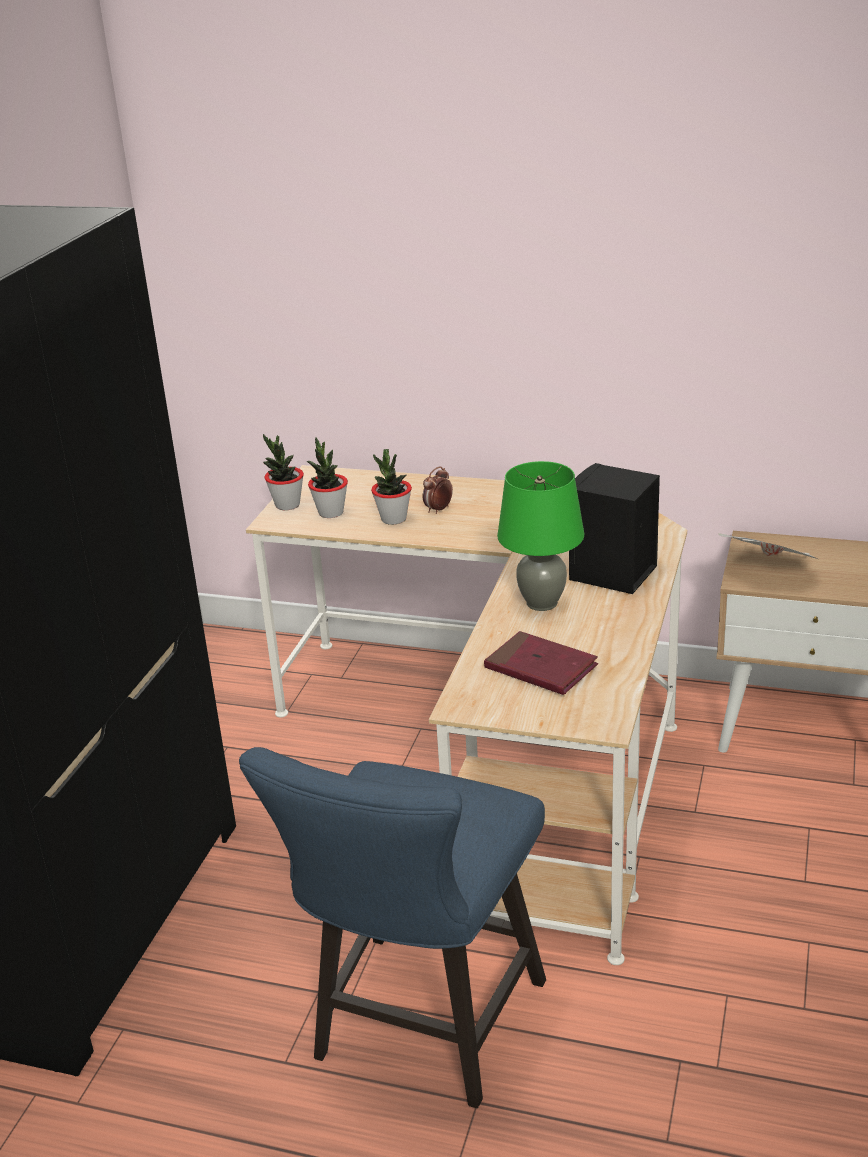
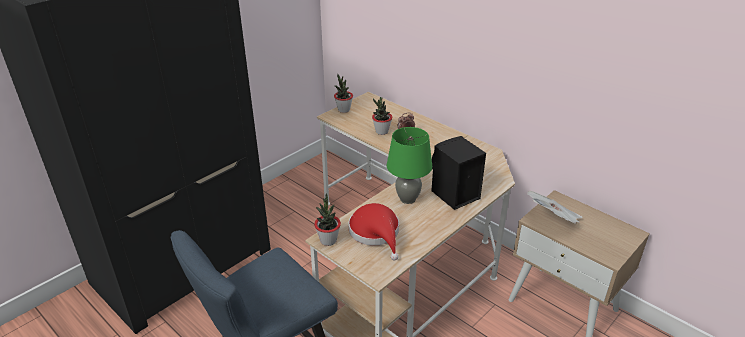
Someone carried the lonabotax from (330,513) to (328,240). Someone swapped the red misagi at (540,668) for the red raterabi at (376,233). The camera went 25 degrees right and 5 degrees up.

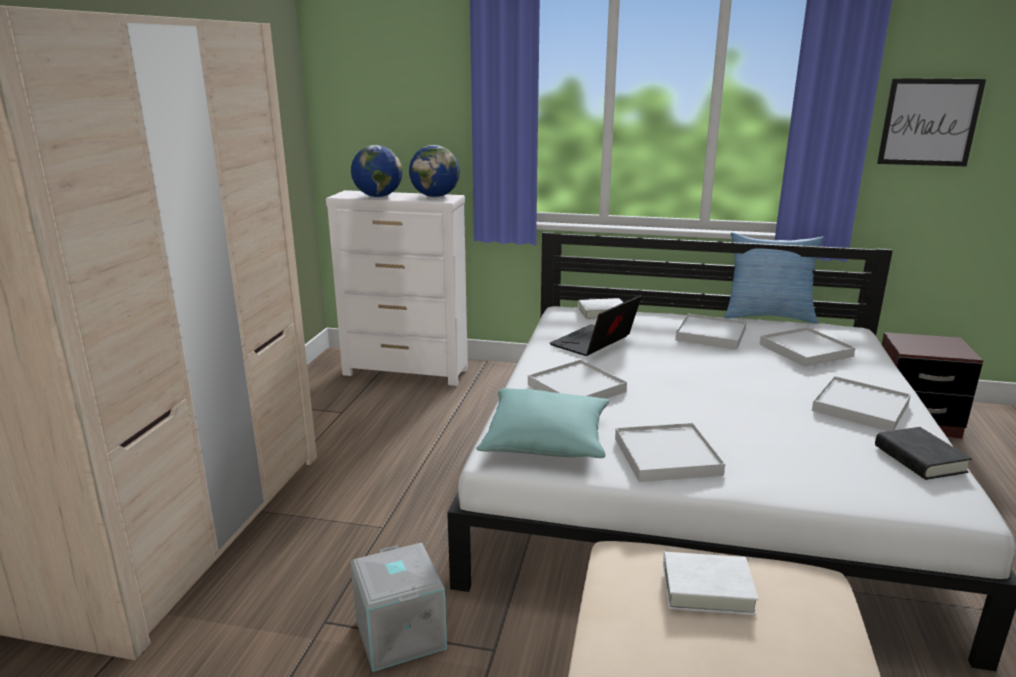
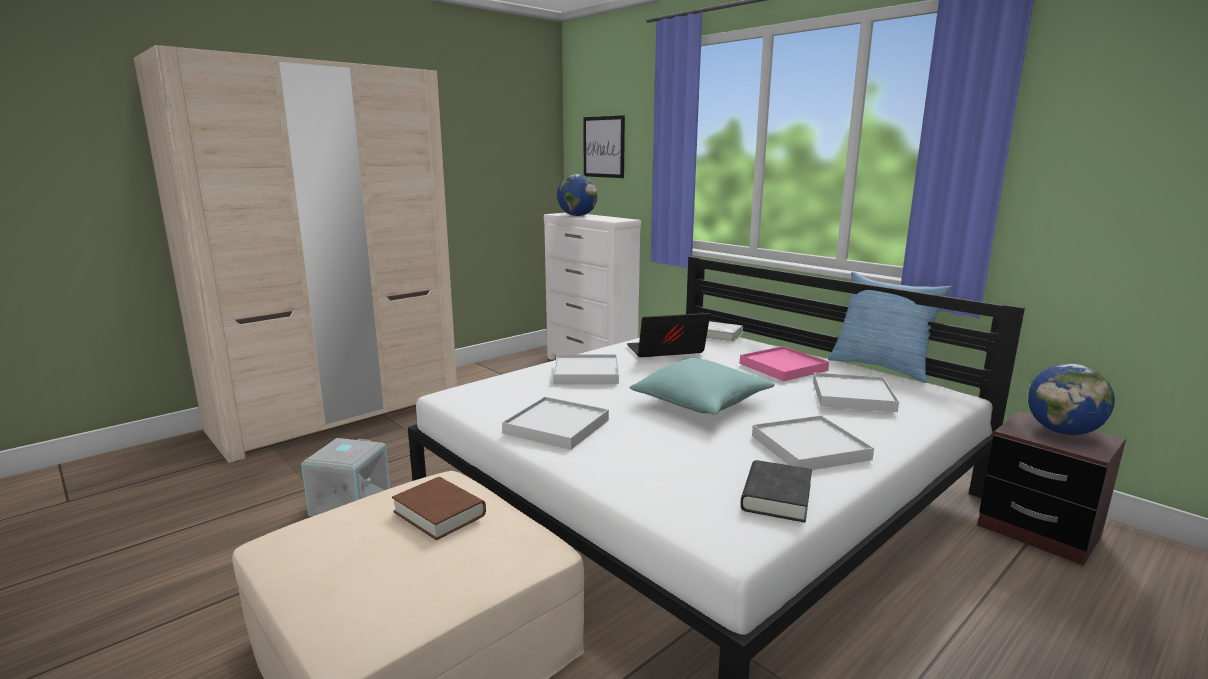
Someone carried the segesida from (929,122) to (604,147). Someone carried the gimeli from (435,196) to (1062,431). Someone repainted the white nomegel at (710,335), which became the pink nomegel at (782,367). Someone carried the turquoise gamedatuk from (546,441) to (701,403). Someone repainted the white misagi at (707,589), which became the brown misagi at (439,513). The camera went 35 degrees right and 5 degrees down.

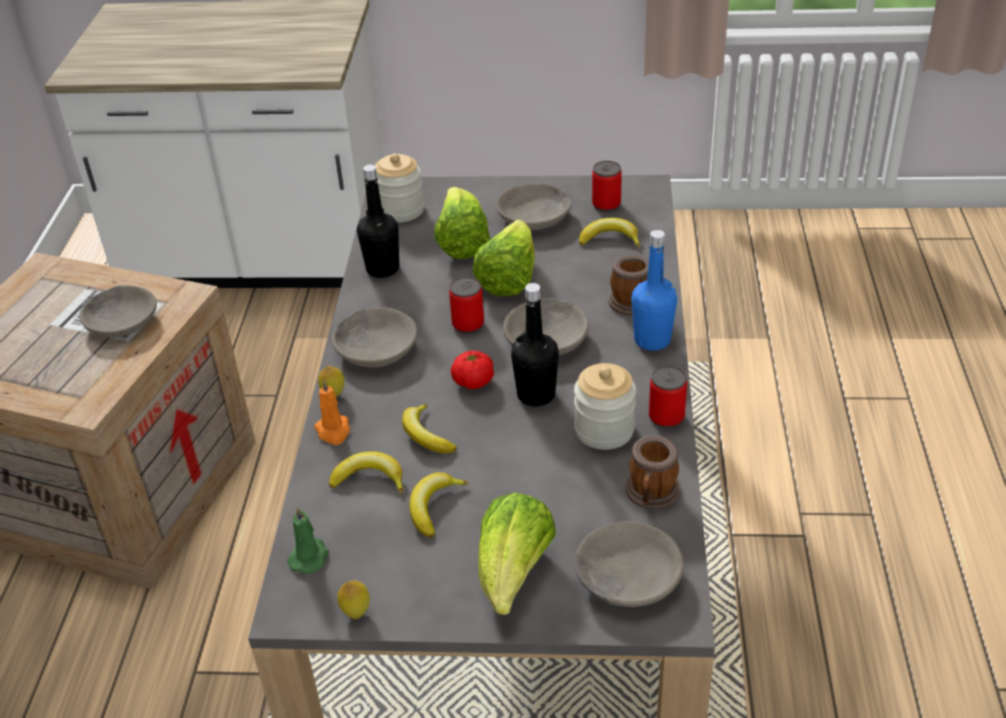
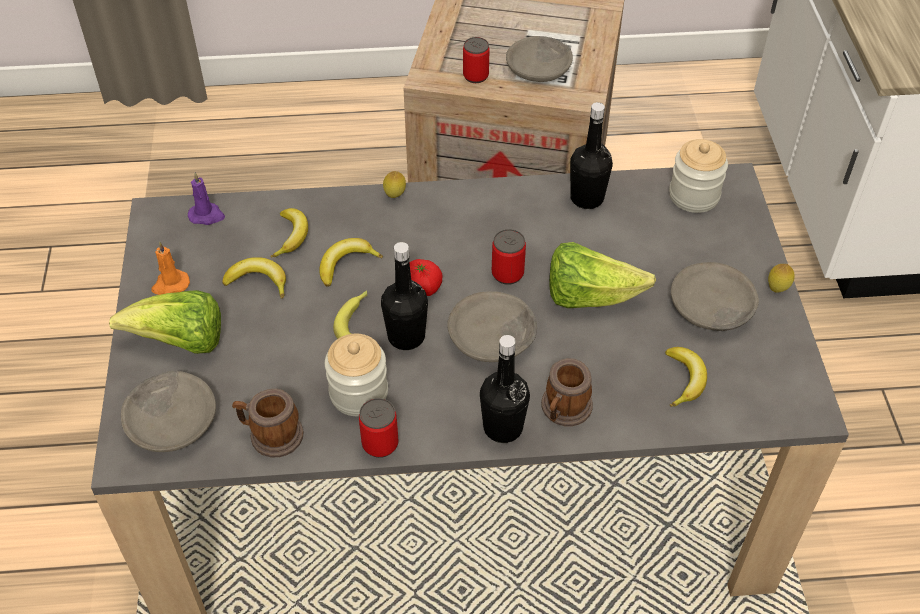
Someone carried the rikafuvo from (606,204) to (475,76). Someone took away the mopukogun at (461,243). Someone repainted the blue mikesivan at (652,340), which became the black mikesivan at (503,427). Someone took away the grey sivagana at (376,348). Someone carried the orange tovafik from (333,431) to (170,285). Someone repainted the green tovafik at (310,557), which became the purple tovafik at (207,215). Someone carried the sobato from (356,613) to (777,289). Someone put down the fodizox at (356,321). The camera went 80 degrees right and 10 degrees up.

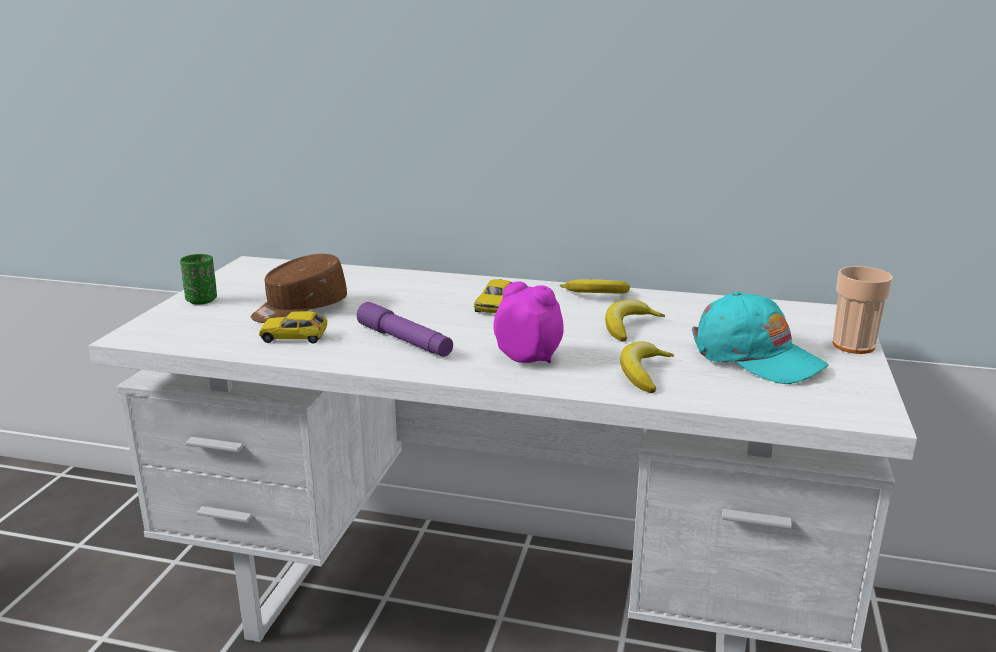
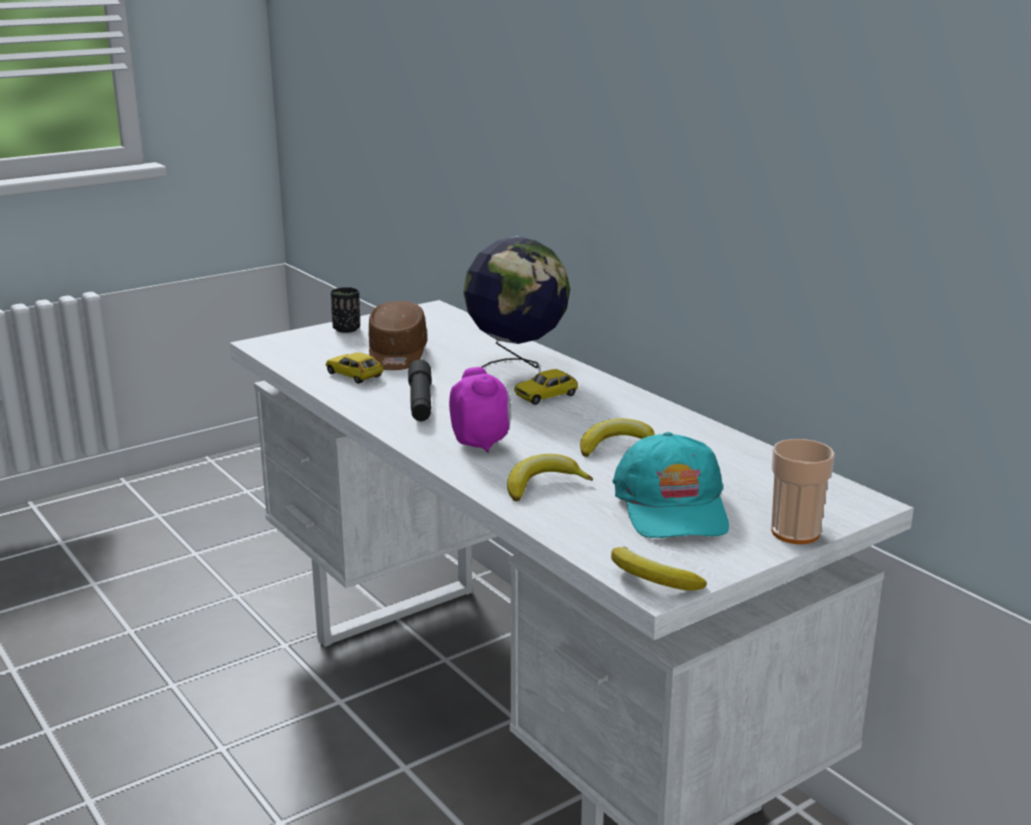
Someone repainted the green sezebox at (201,300), which became the black sezebox at (346,329). Someone rotated the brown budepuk at (299,309) by 90 degrees counterclockwise. Someone carried the fodizox from (595,295) to (651,579). Someone repainted the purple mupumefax at (404,341), which became the black mupumefax at (420,401). Someone put down the gimeli at (516,367). The camera went 40 degrees right and 0 degrees up.

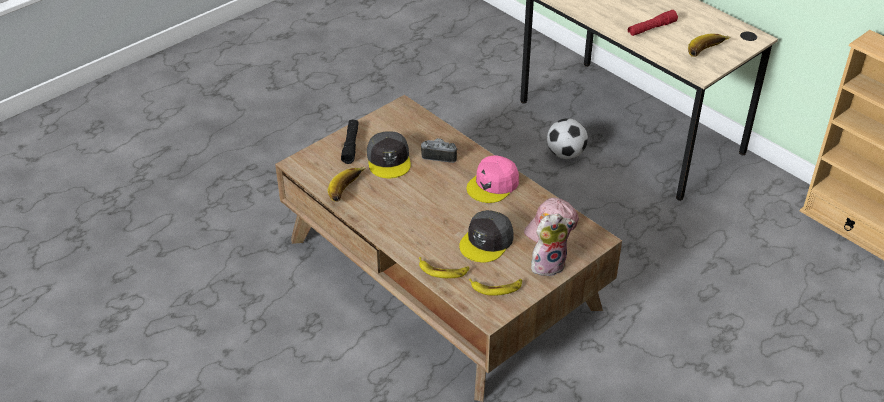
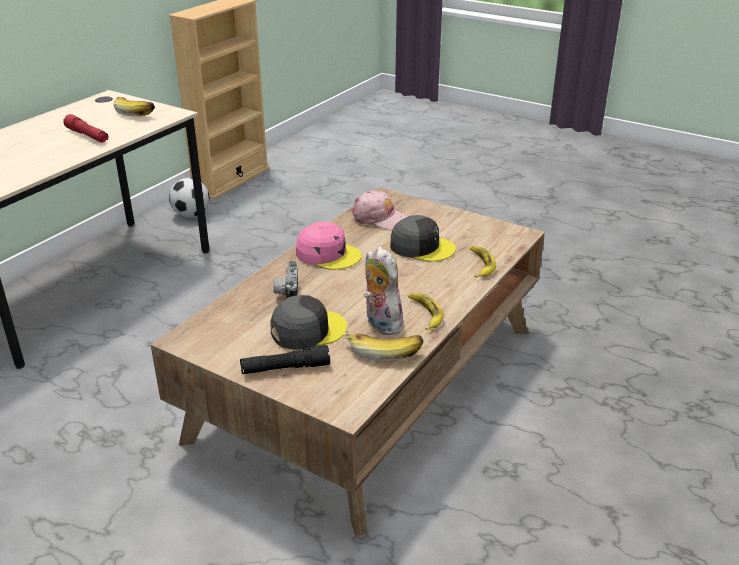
Someone carried the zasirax from (565,154) to (191,215). Someone carried the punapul from (548,264) to (380,324). Someone carried the fodizox from (496,287) to (425,313). The camera went 105 degrees left and 10 degrees down.

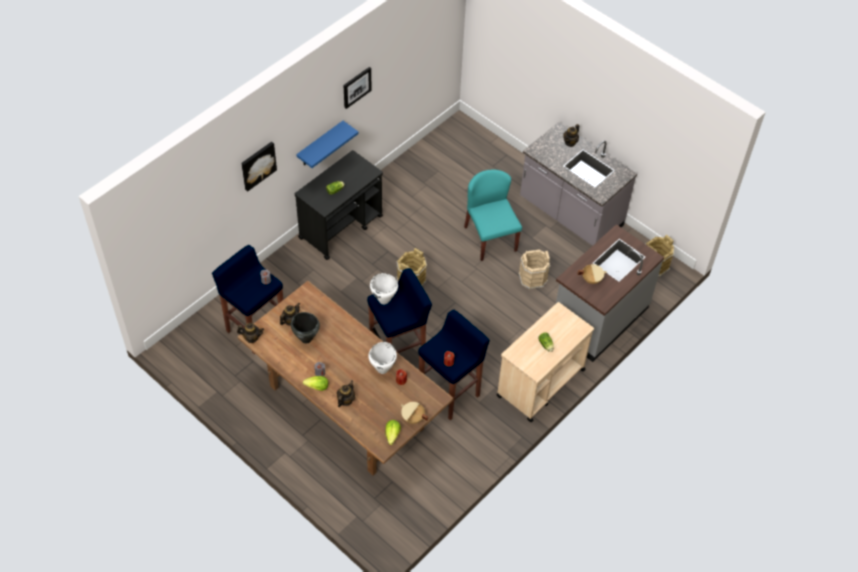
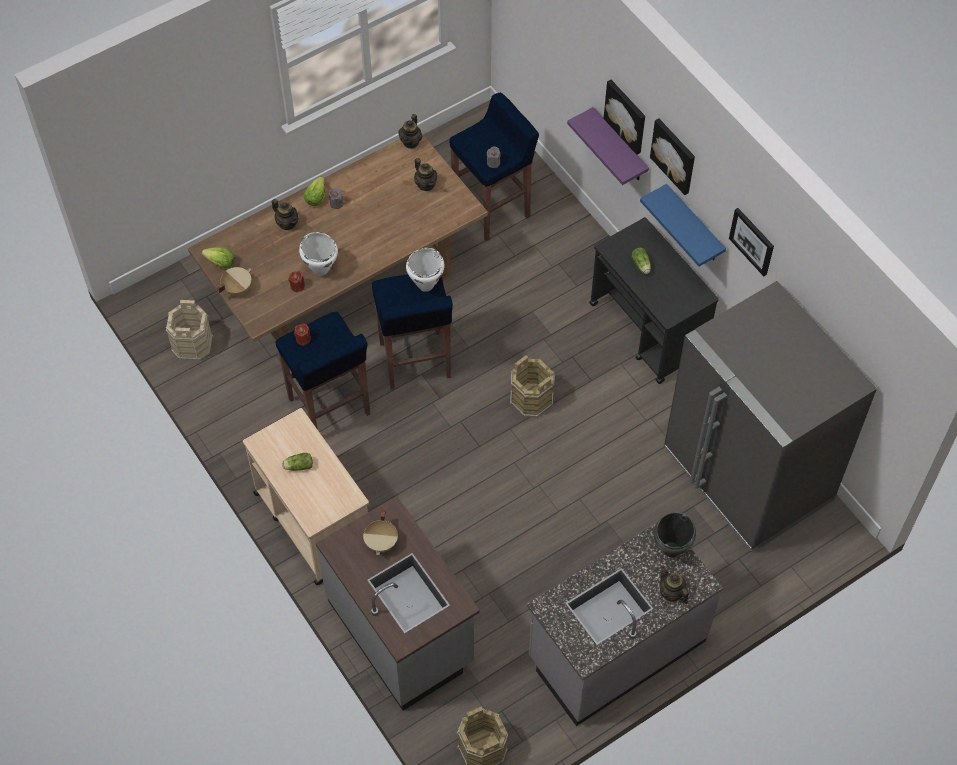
Someone took away the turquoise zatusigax at (490,238). Someone carried the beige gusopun from (533,278) to (192,344). Someone carried the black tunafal from (306,338) to (671,549). Someone put up the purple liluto at (619,147). Someone put up the segesida at (674,155). Someone put down the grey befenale at (747,476). The camera went 105 degrees right and 5 degrees up.

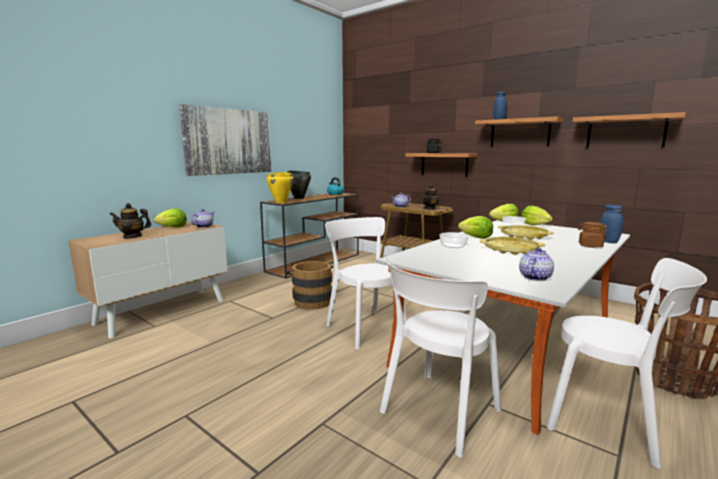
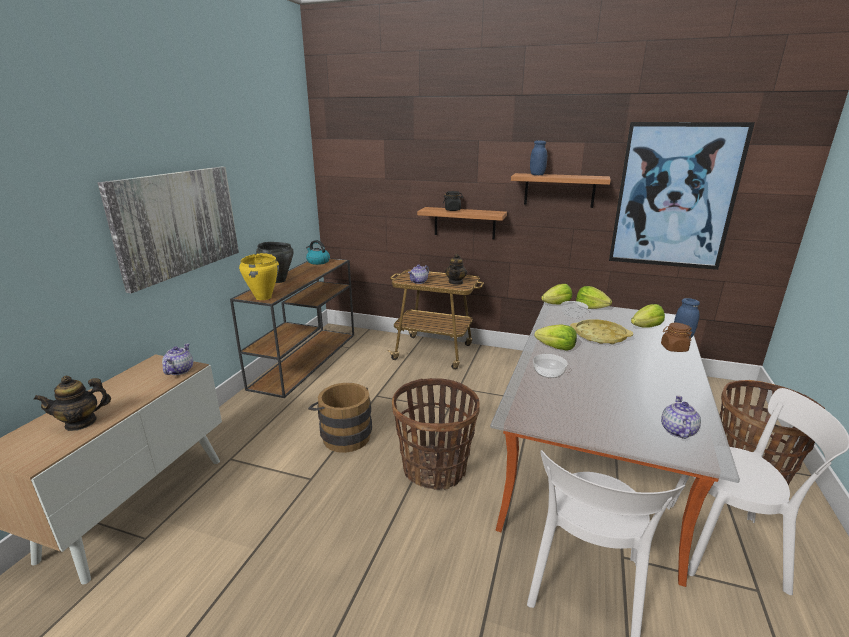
Someone swapped the liluto at (625,132) for the segesida at (674,197). Someone carried the mopukogun from (172,227) to (646,327). Someone swapped the white zatusigax at (364,327) for the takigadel at (435,469). Someone took away the yellow nomegel at (511,250). The camera went 20 degrees left and 10 degrees up.

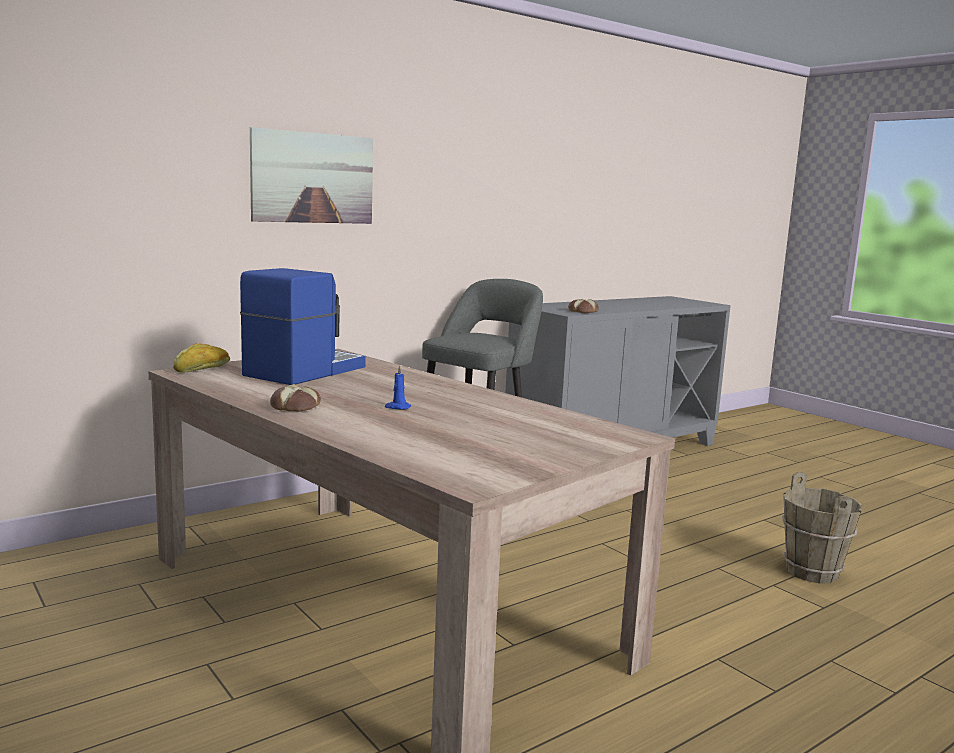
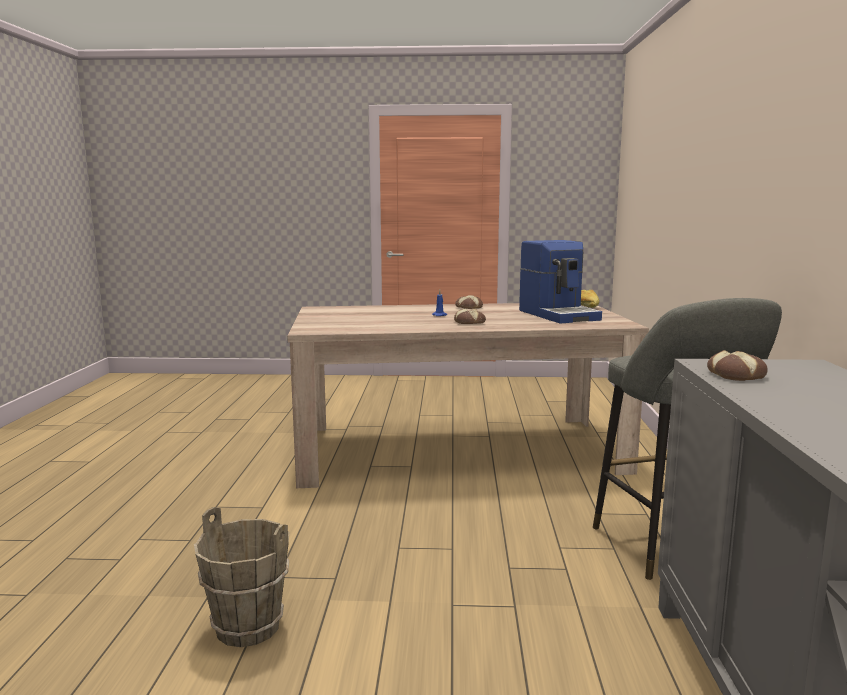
Someone took away the segesida at (313,178). Someone put down the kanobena at (469,322). The camera went 130 degrees right and 0 degrees up.

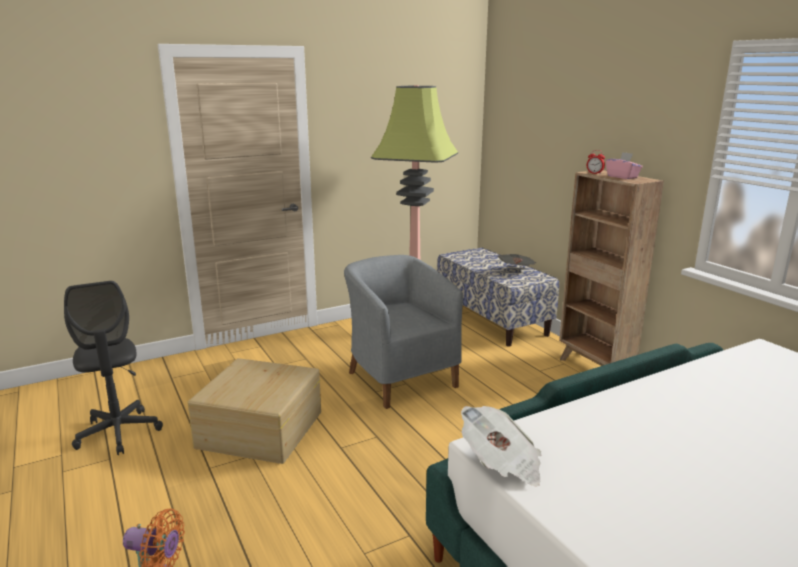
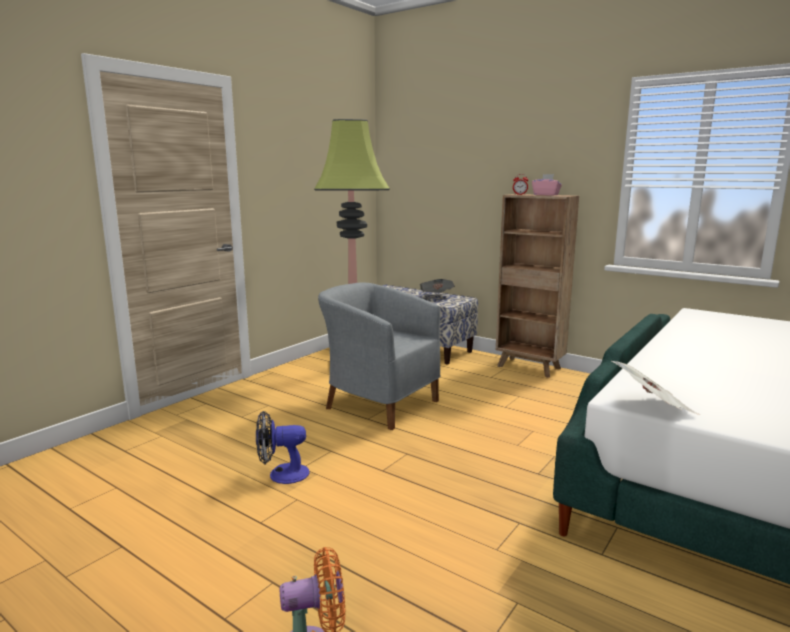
Someone took away the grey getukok at (119,433). Someone swapped the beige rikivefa at (259,429) for the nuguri at (281,474). The camera went 25 degrees left and 5 degrees down.

